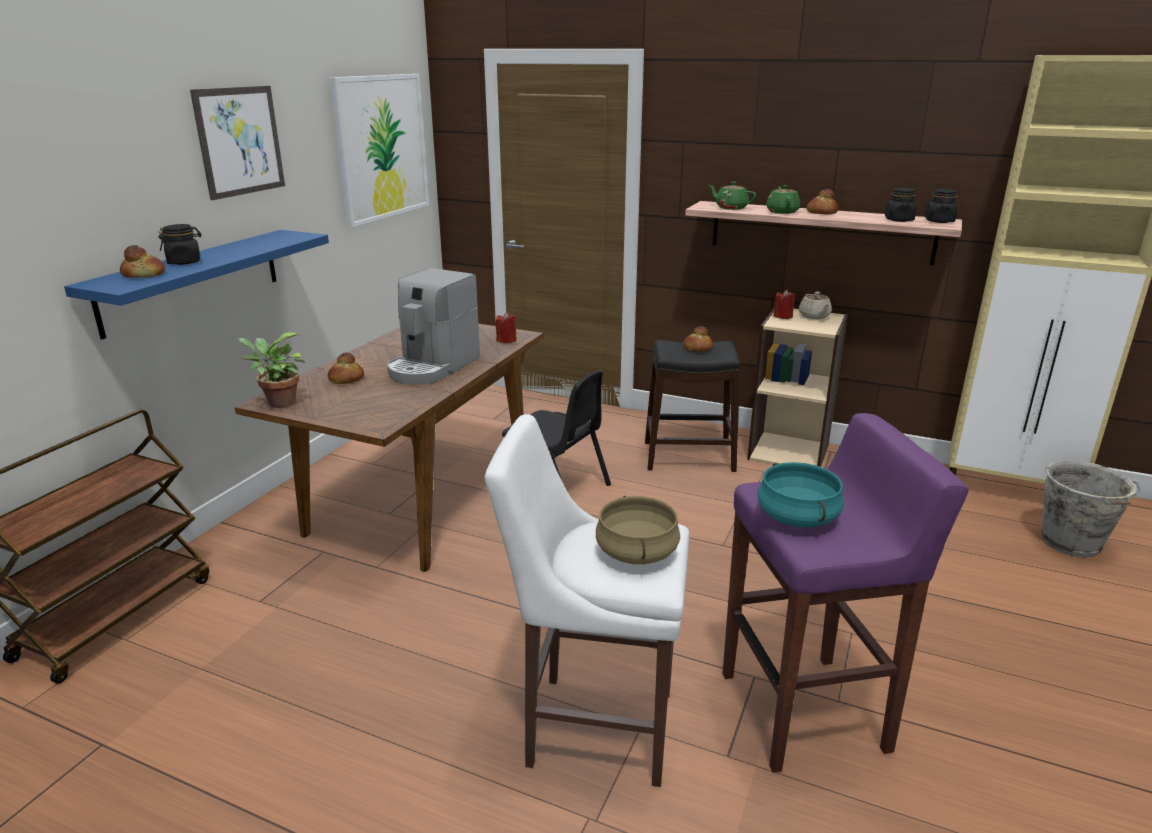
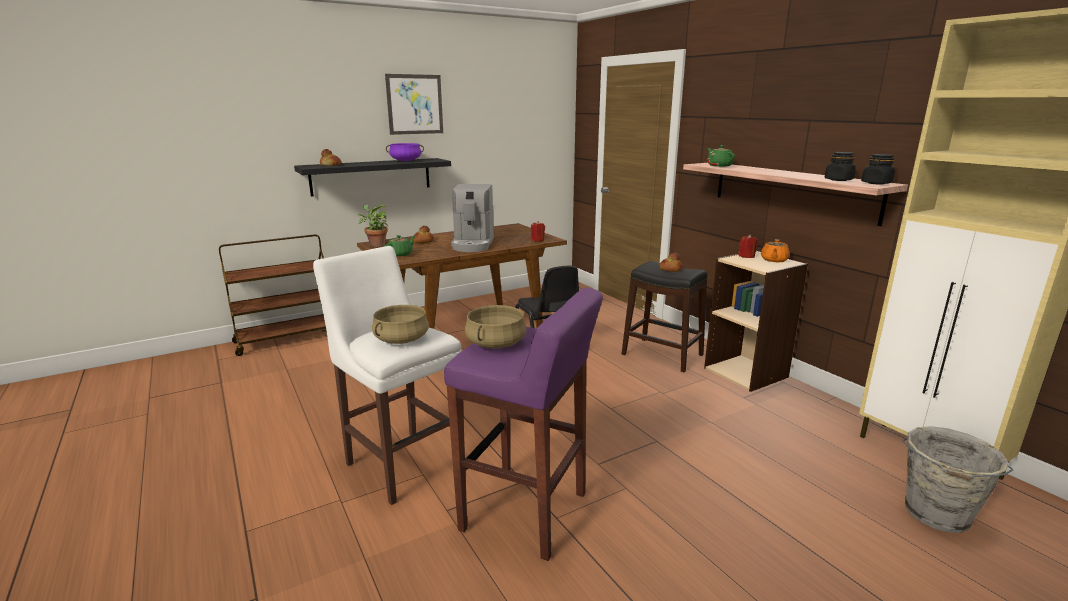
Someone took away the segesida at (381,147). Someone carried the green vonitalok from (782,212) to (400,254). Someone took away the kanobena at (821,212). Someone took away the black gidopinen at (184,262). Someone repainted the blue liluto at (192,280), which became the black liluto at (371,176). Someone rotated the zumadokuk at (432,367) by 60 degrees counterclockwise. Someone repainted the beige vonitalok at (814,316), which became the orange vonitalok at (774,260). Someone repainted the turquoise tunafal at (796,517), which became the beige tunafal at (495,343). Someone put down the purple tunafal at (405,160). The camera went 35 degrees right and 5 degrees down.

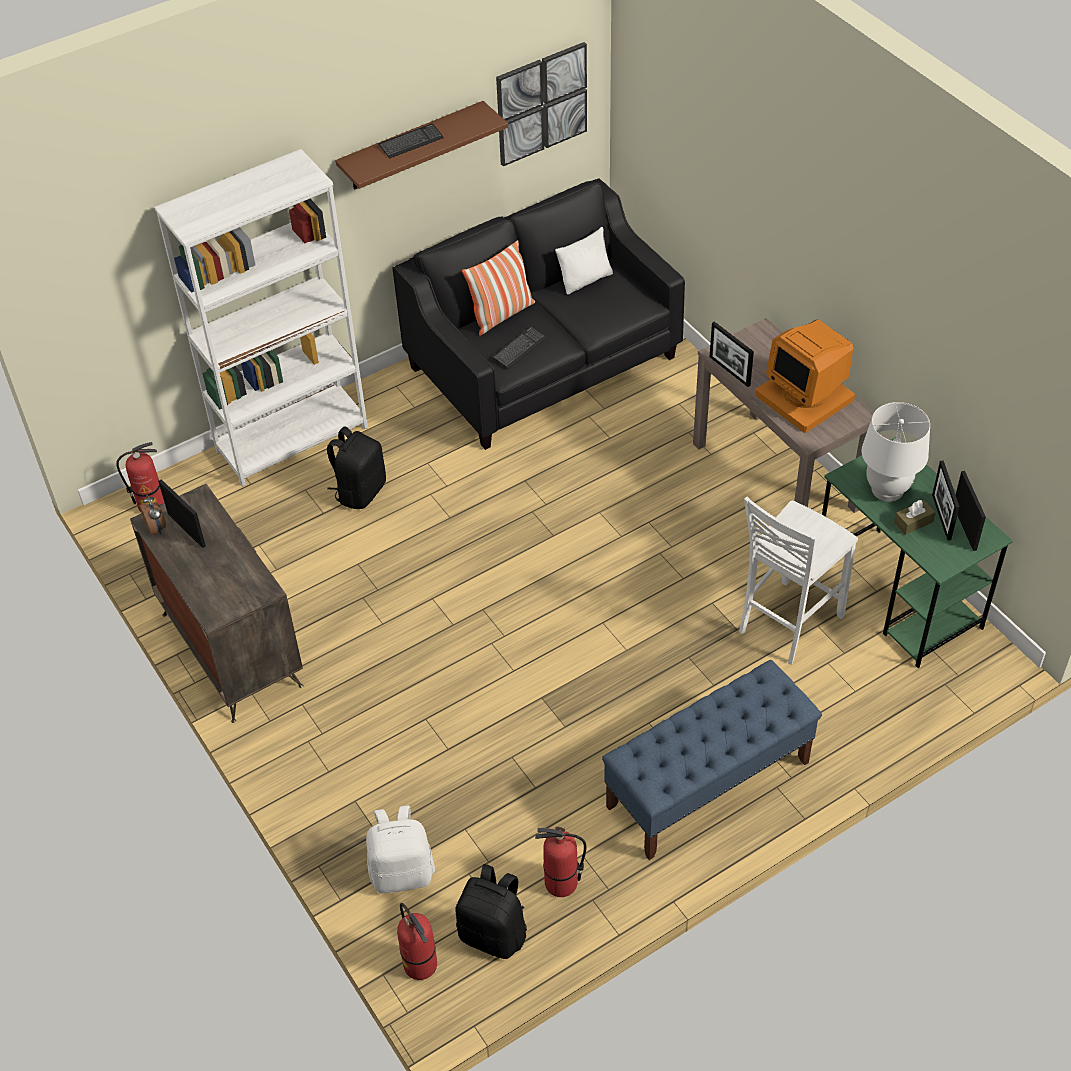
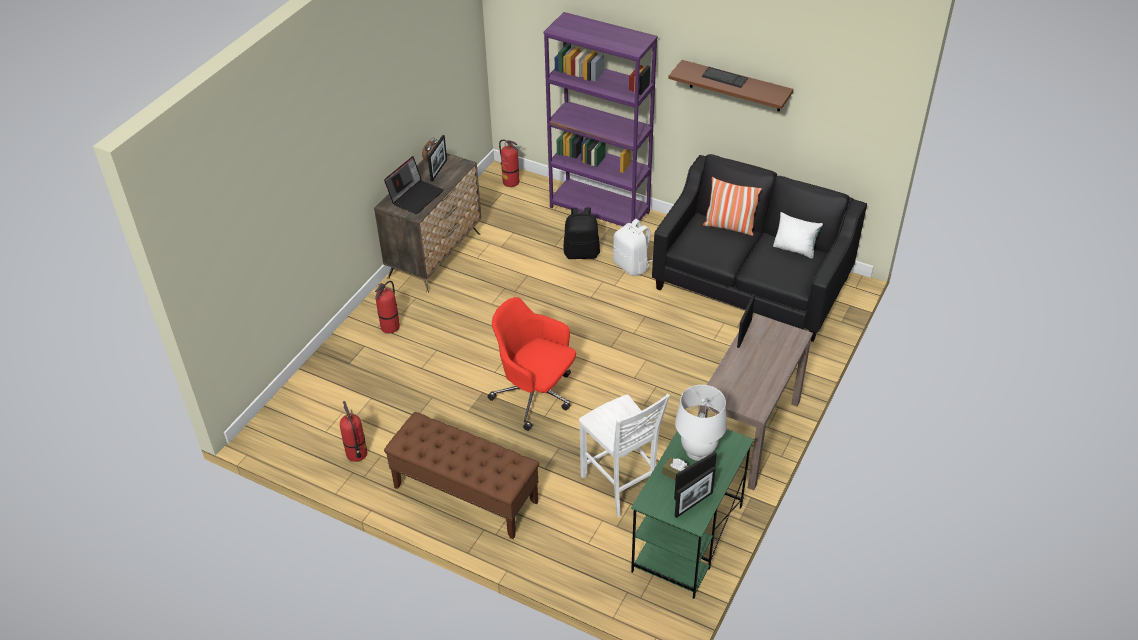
Someone took away the segesida at (541,103). Someone repainted the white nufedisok at (292,439), which became the purple nufedisok at (600,210). Someone took away the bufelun at (806,397). Someone took away the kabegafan at (519,348). Someone rotated the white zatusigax at (787,624) by 135 degrees counterclockwise. Someone repainted the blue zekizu at (707,785), which became the brown zekizu at (465,494). Someone carried the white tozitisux from (402,872) to (632,266). Someone took away the black tozitisux at (494,933). Someone carried the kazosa from (421,965) to (390,327). Someone put down the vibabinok at (416,196). Someone put down the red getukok at (535,396). The camera went 60 degrees right and 5 degrees down.

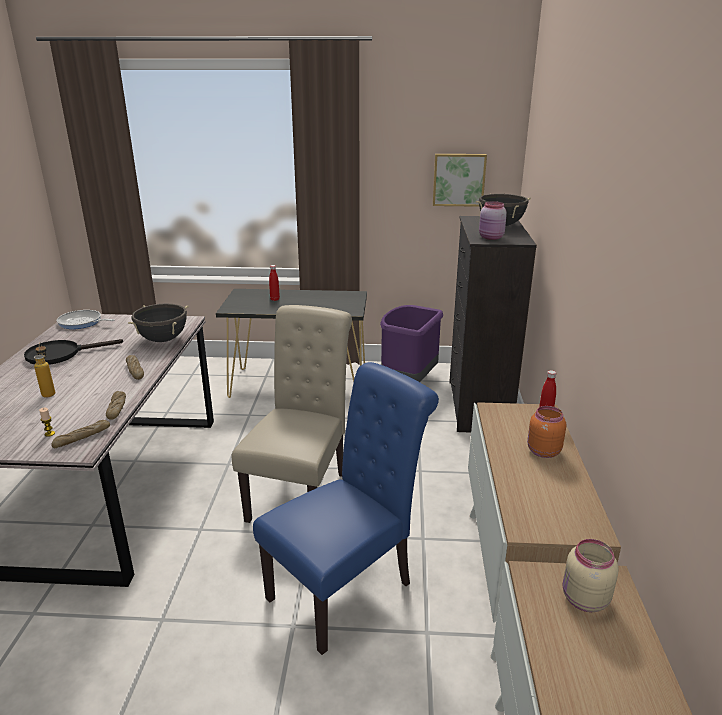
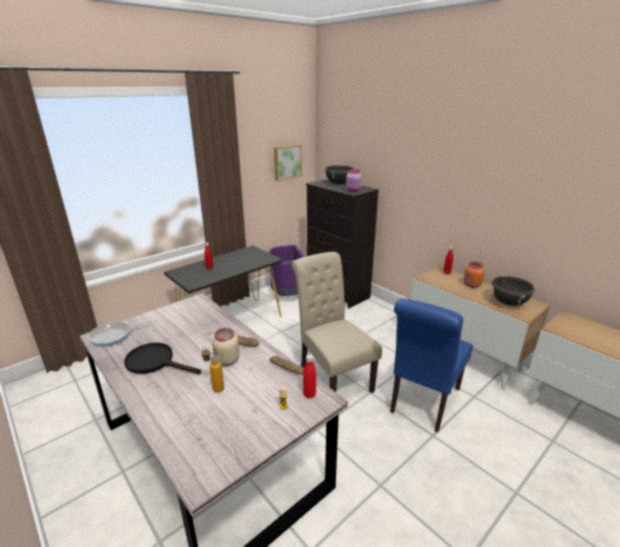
Someone carried the black tunafal from (163,340) to (508,303). Someone rotated the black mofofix at (61,354) by 90 degrees clockwise. Someone rotated the blue zatusigax at (347,587) by 150 degrees counterclockwise. Someone swapped the kanobena at (82,438) for the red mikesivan at (309,394). Someone carried the beige gidopinen from (583,599) to (226,361). The camera went 45 degrees left and 0 degrees up.

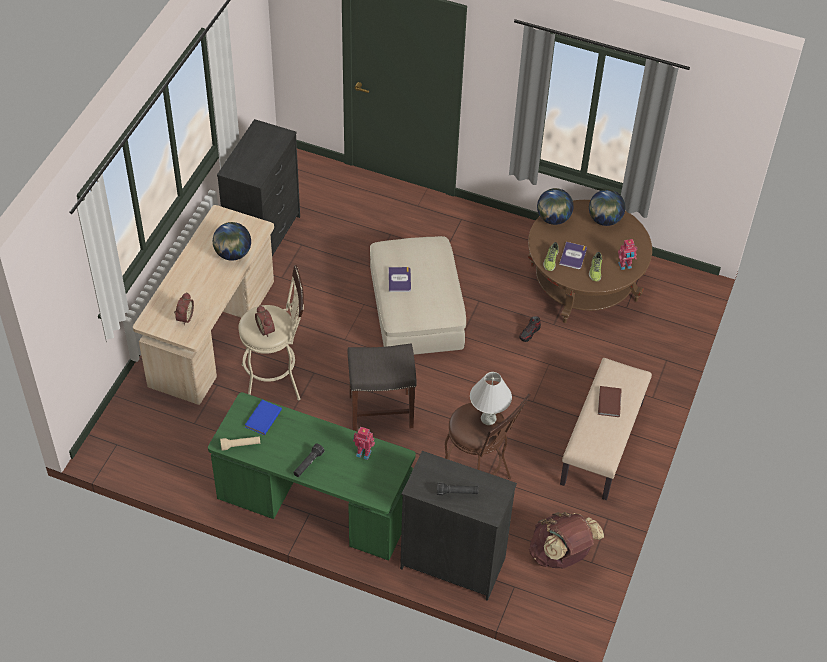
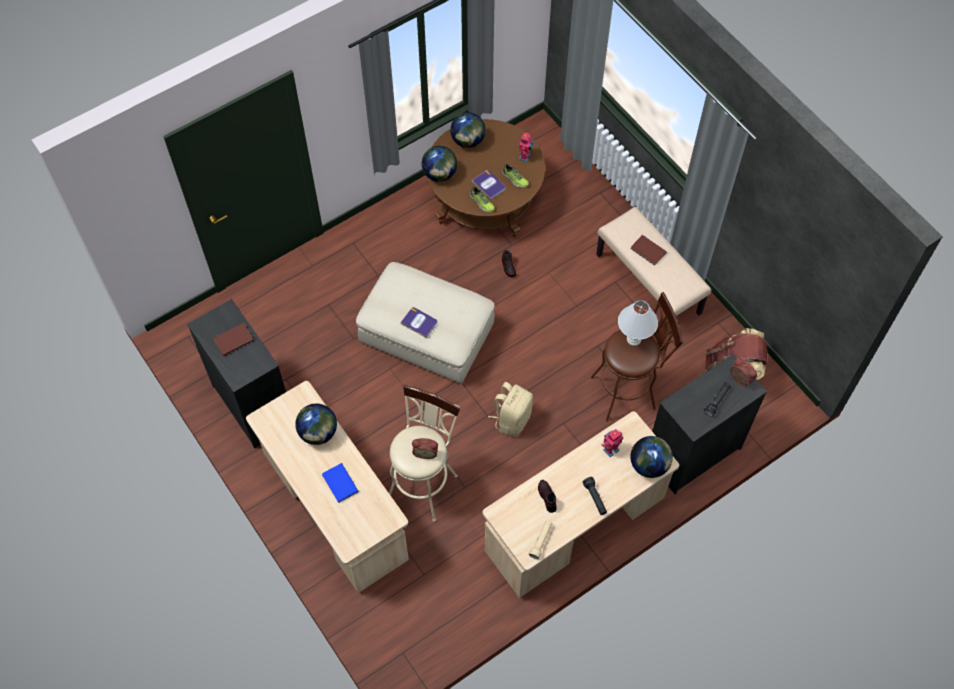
Someone carried the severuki from (184,317) to (740,379). Someone swapped the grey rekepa at (382,411) for the beige tozitisux at (512,419). Someone repainted the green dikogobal at (314,507), which became the beige dikogobal at (575,525). Someone carried the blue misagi from (262,418) to (339,484). Someone put down the brown misagi at (233,339). Someone put down the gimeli at (649,465). Someone put down the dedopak at (547,497). The camera went 55 degrees left and 10 degrees up.

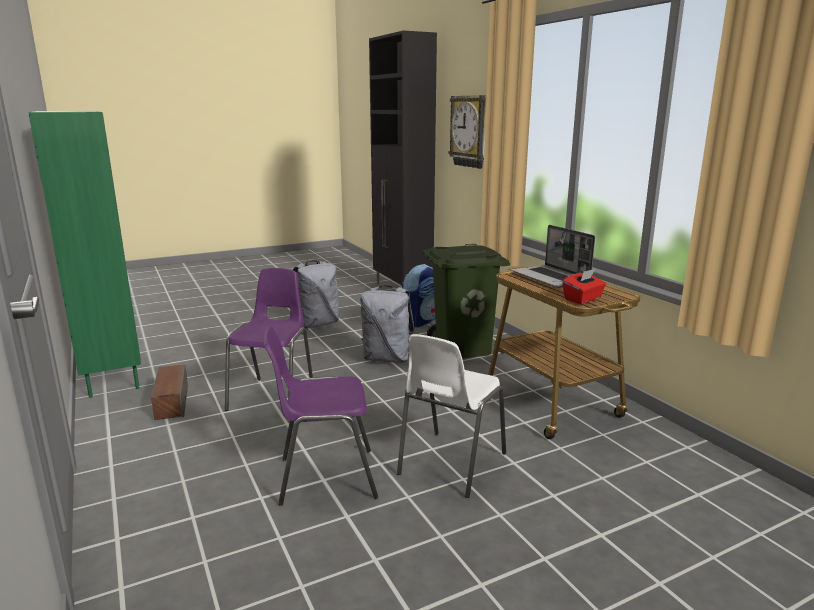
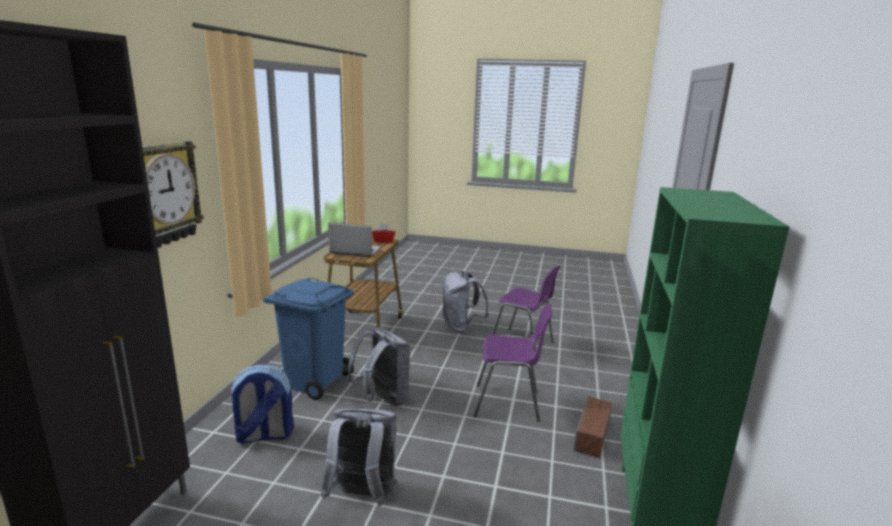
Someone rotated the vibabinok at (552,278) by 90 degrees counterclockwise. Someone repainted the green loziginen at (463,349), which became the blue loziginen at (315,380). Someone rotated the purple zatusigax at (274,396) by 135 degrees counterclockwise. Someone swapped the white zatusigax at (449,464) for the grey tozitisux at (461,327). The camera went 140 degrees left and 0 degrees up.

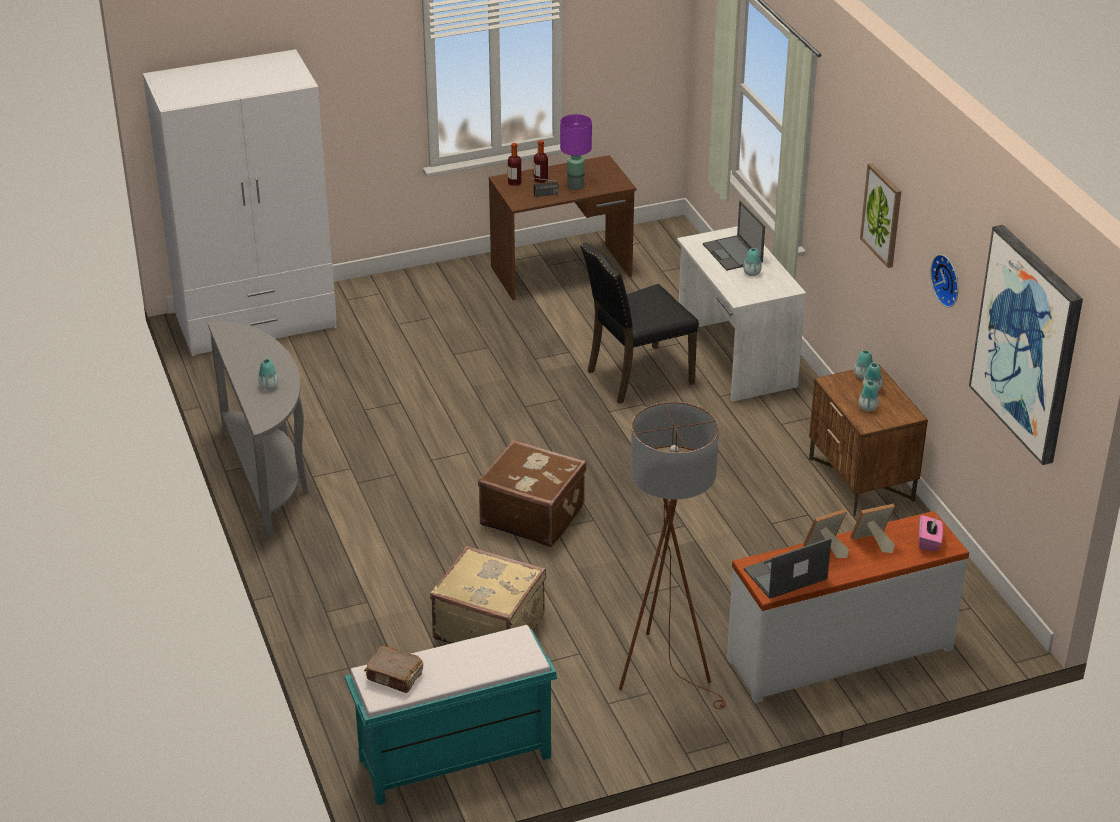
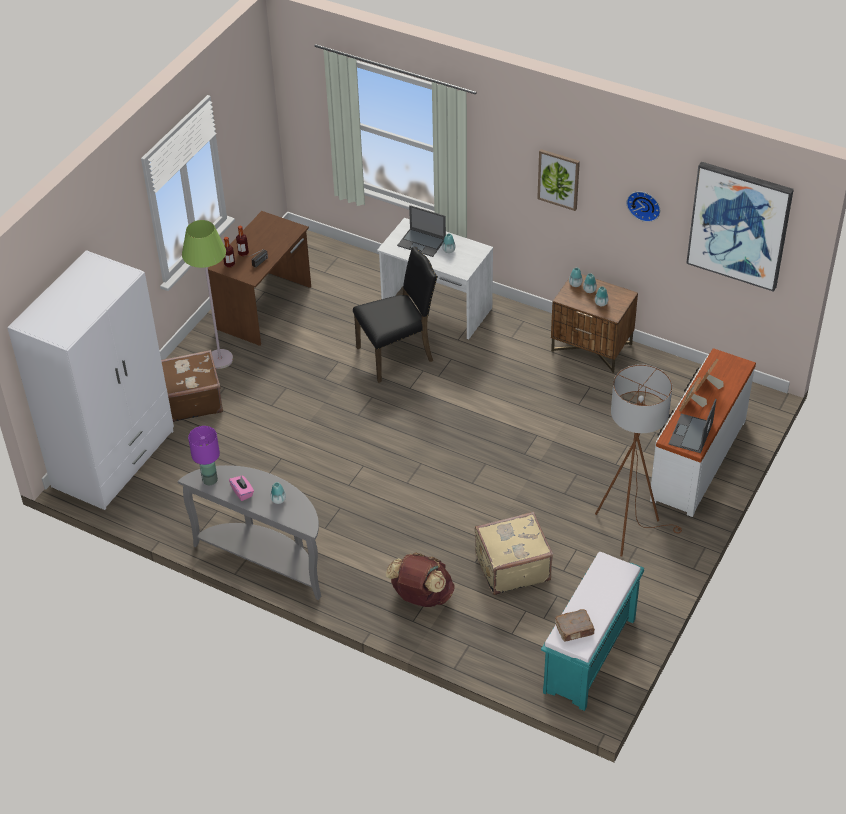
Someone carried the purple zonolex from (575,186) to (209,480). Someone rotated the black zatusigax at (637,376) by 135 degrees counterclockwise. Someone carried the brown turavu from (532,515) to (191,400). Someone carried the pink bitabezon from (929,542) to (242,492). Someone put down the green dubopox at (220,359). Someone put down the brown tozitisux at (421,597). The camera went 40 degrees left and 10 degrees up.

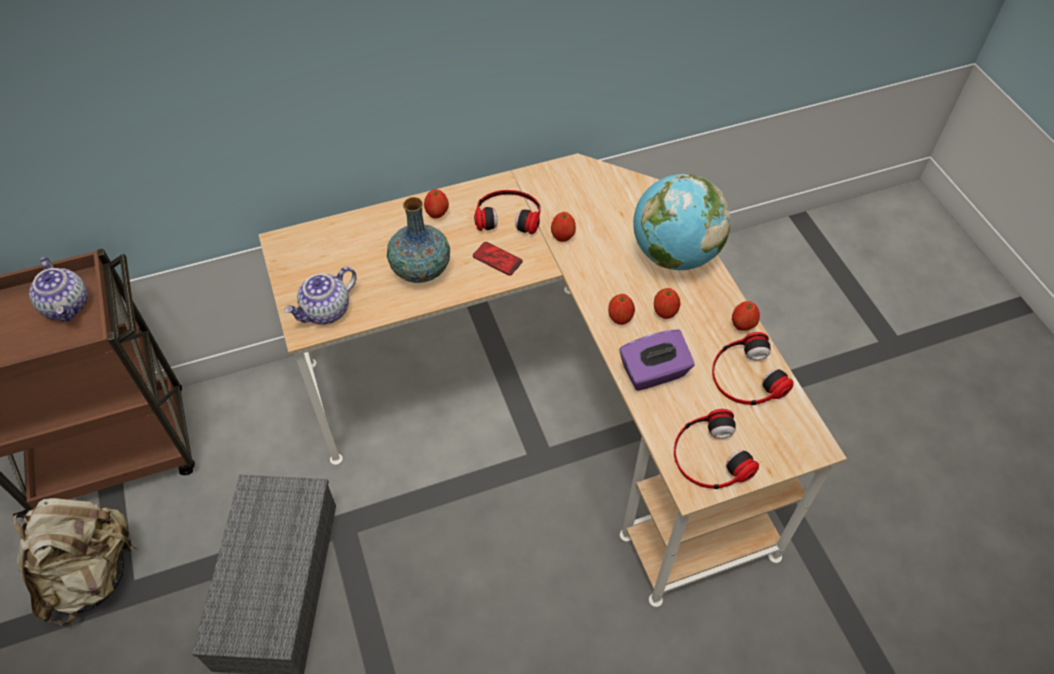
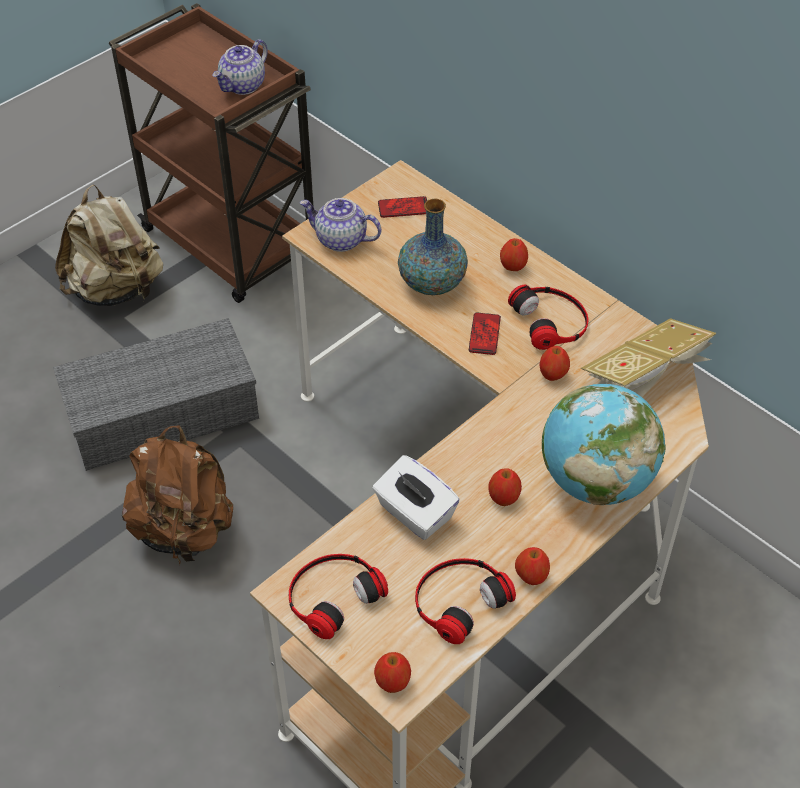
Someone carried the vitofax from (620,318) to (393,682). Someone repainted the purple bitabezon at (654,373), which became the white bitabezon at (414,513). Someone put down the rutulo at (403,208). Someone put down the misagi at (646,378). Someone put down the brown tozitisux at (184,530). The camera went 65 degrees right and 5 degrees down.

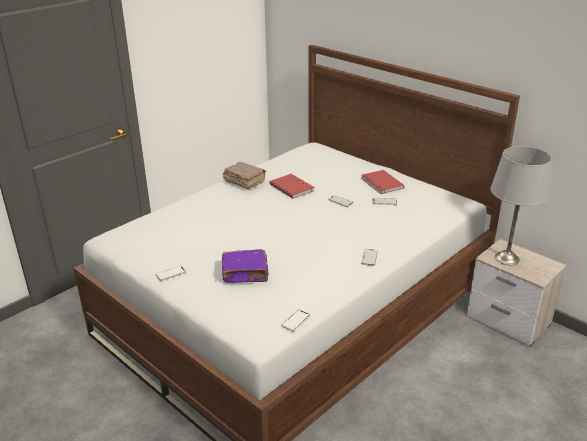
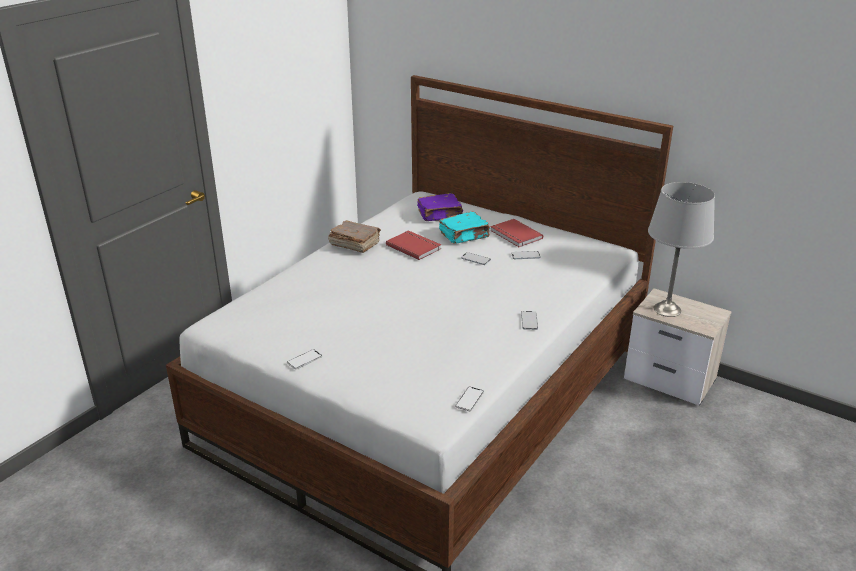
Someone carried the purple misagi from (246,274) to (440,215). Someone put down the turquoise misagi at (464,236). The camera went 10 degrees left and 0 degrees up.

